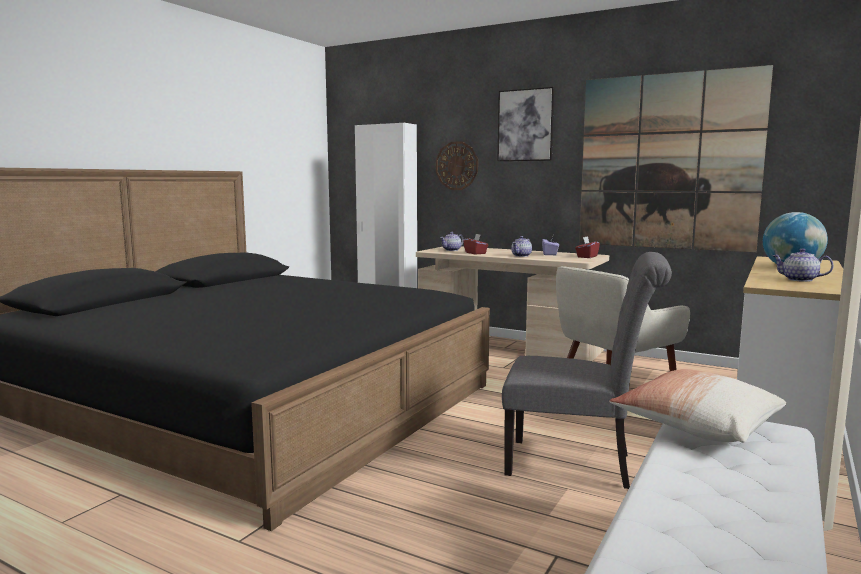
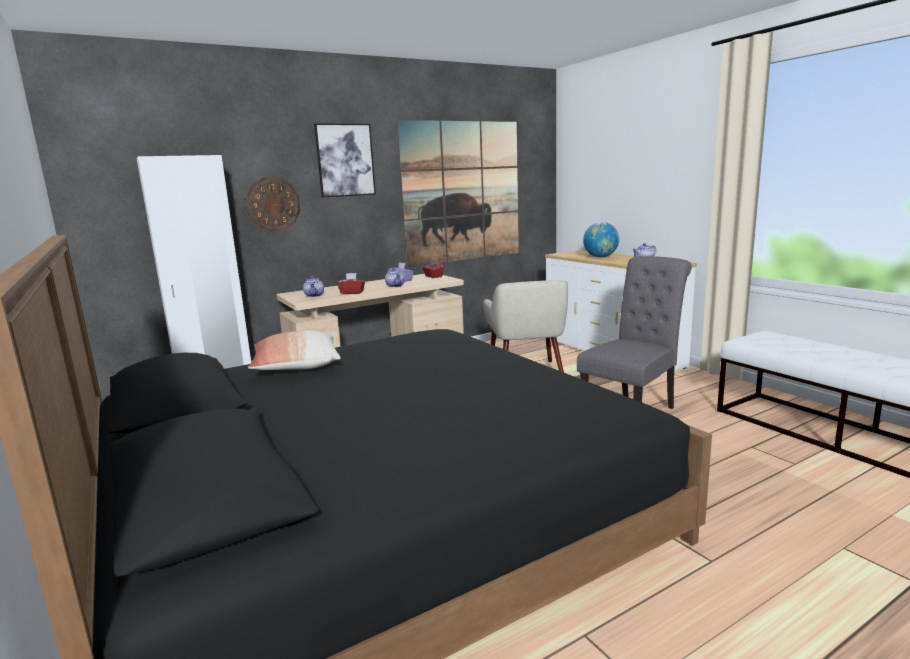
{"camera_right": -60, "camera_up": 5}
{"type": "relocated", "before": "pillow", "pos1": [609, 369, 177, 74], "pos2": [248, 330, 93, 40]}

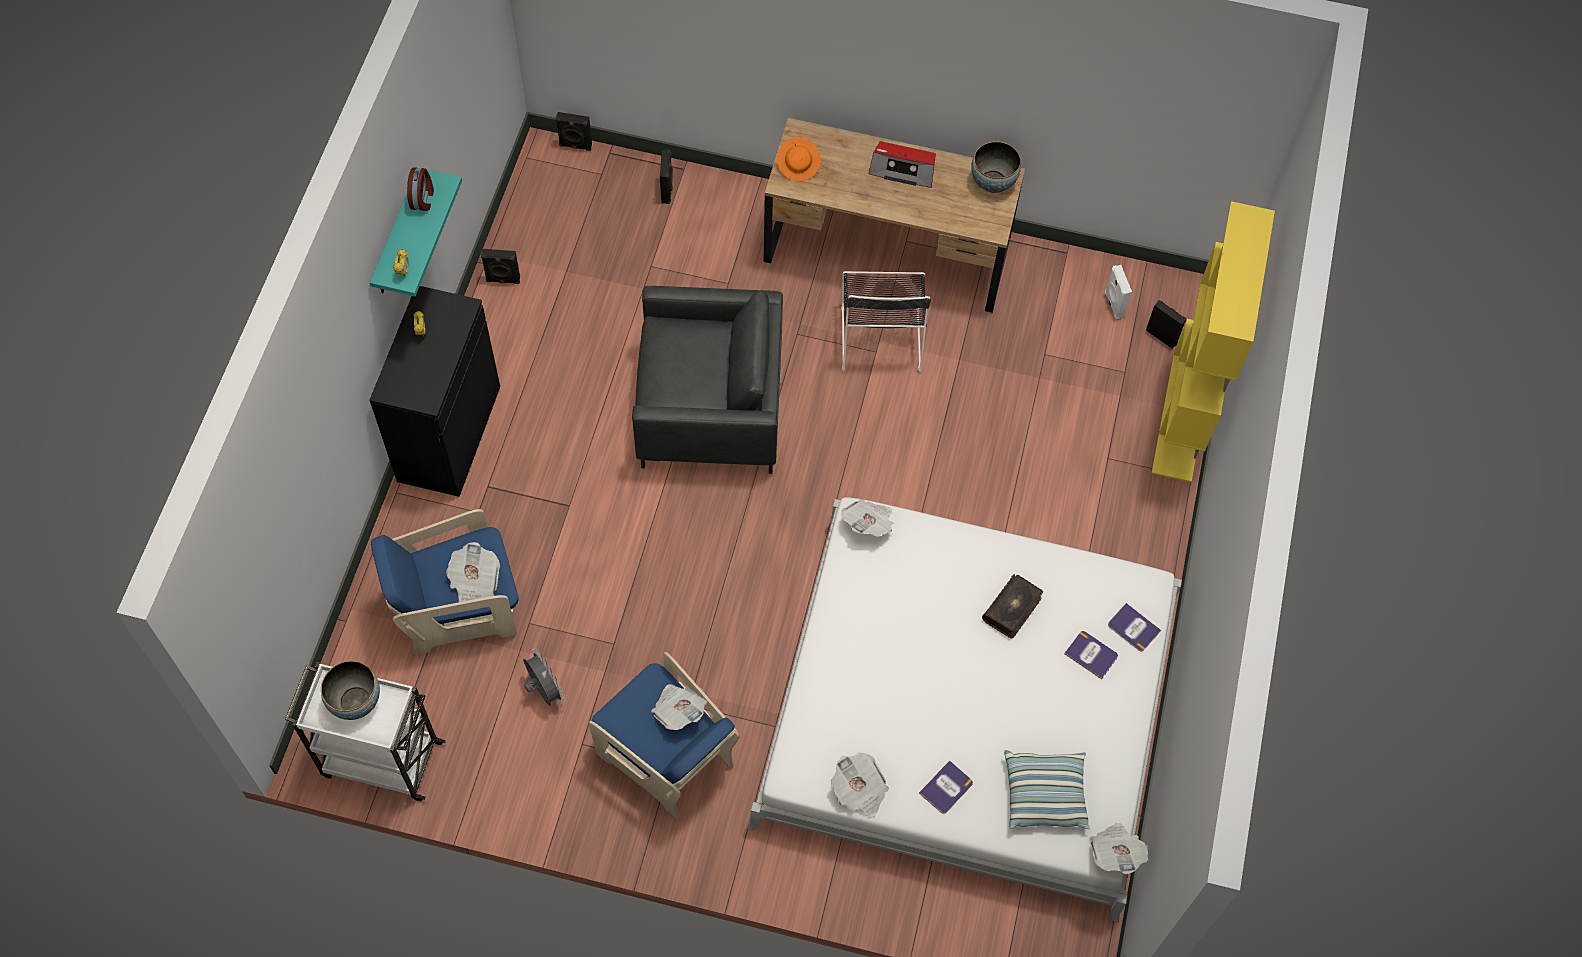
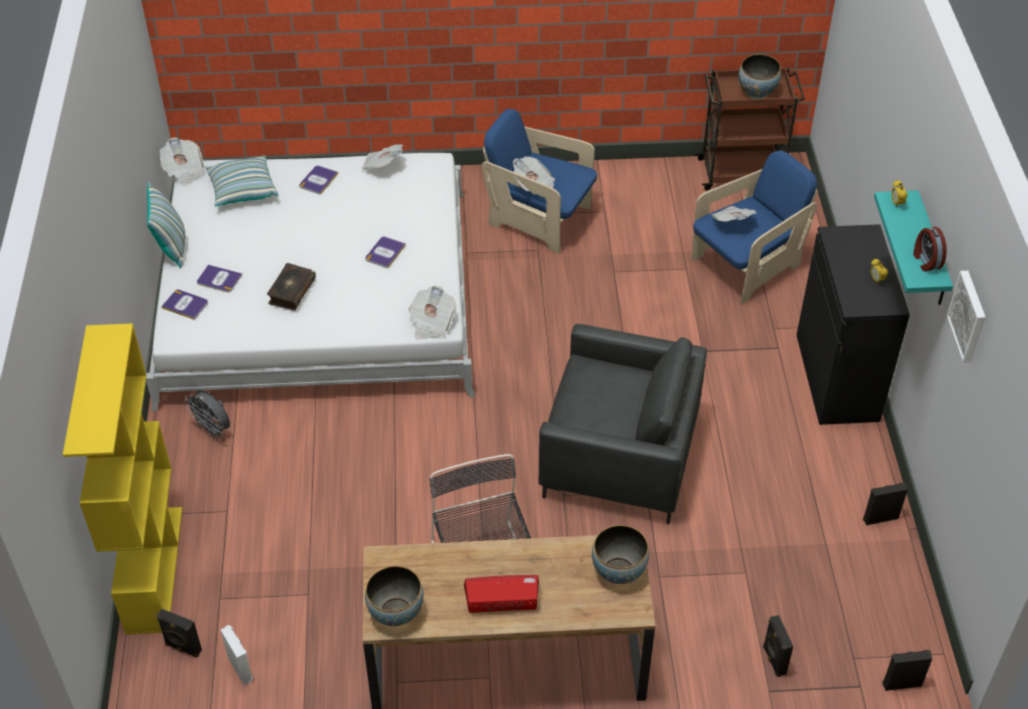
{"camera_right": 165, "camera_up": -15}
{"type": "colour", "before": "wheeled cart in white-coloured", "after": "wheeled cart in brownish", "pos1": [285, 662, 161, 139], "pos2": [695, 67, 110, 124]}
{"type": "relocated", "before": "electric fan in grey", "pos1": [523, 649, 43, 57], "pos2": [184, 390, 46, 49]}
{"type": "spun", "before": "armchair in grey", "pos1": [632, 286, 151, 188], "pos2": [539, 324, 168, 200], "turn": -150}
{"type": "exchanged", "before": "hat in orangey", "after": "deep dish", "pos1": [777, 137, 44, 44], "pos2": [592, 525, 57, 59]}
{"type": "appeared", "after": "pillow", "pos2": [147, 182, 38, 86]}
{"type": "appeared", "after": "bound book", "pos2": [365, 236, 41, 32]}
{"type": "appeared", "after": "wall art", "pos2": [947, 271, 39, 92]}

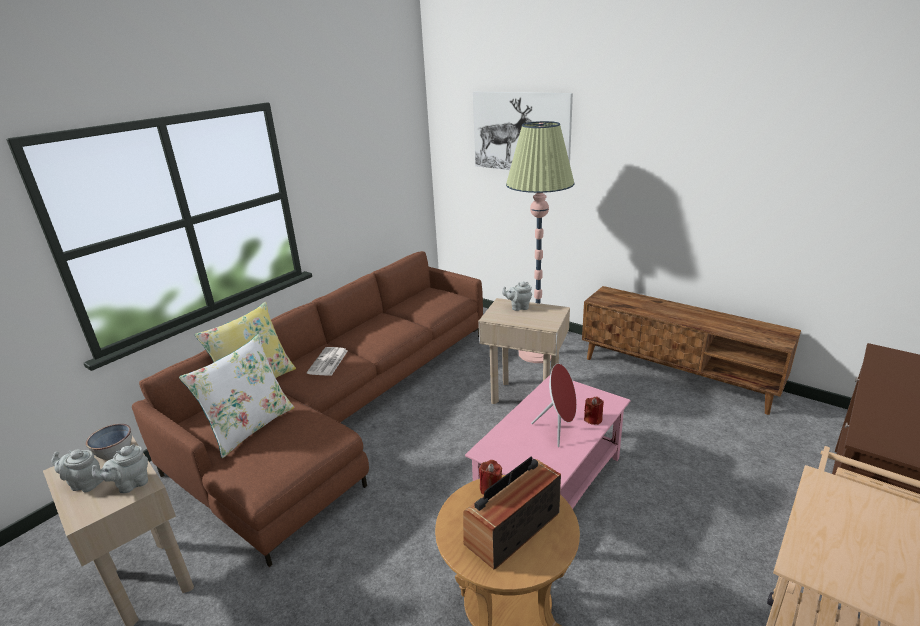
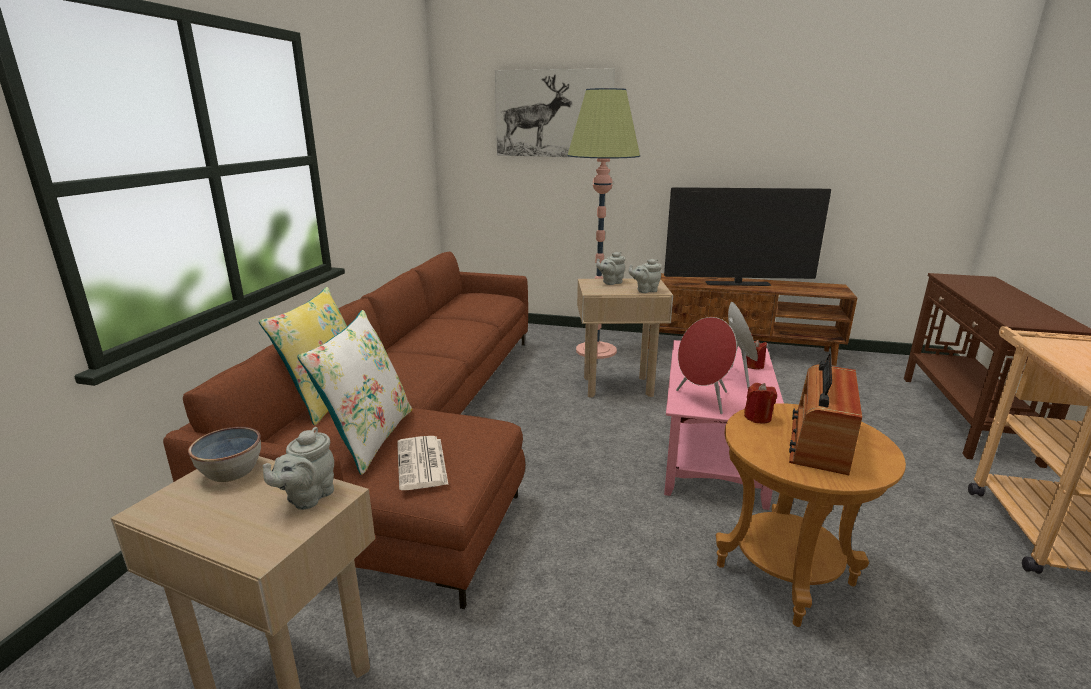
{"camera_right": -25, "camera_up": -5}
{"type": "relocated", "before": "teapot in grey", "pos1": [51, 449, 52, 43], "pos2": [629, 259, 33, 34]}
{"type": "relocated", "before": "newspaper", "pos1": [307, 347, 41, 29], "pos2": [397, 436, 51, 54]}
{"type": "appeared", "after": "television", "pos2": [664, 187, 167, 99]}
{"type": "appeared", "after": "speaker in red-coloured", "pos2": [676, 317, 61, 97]}

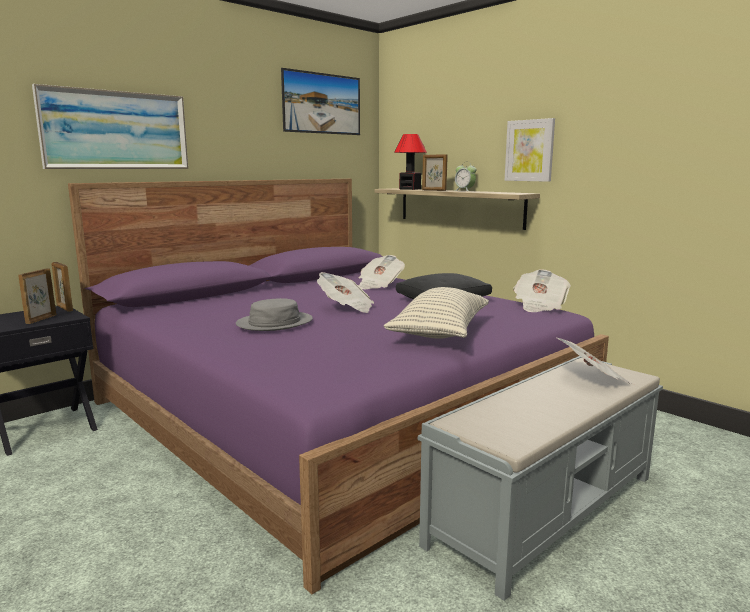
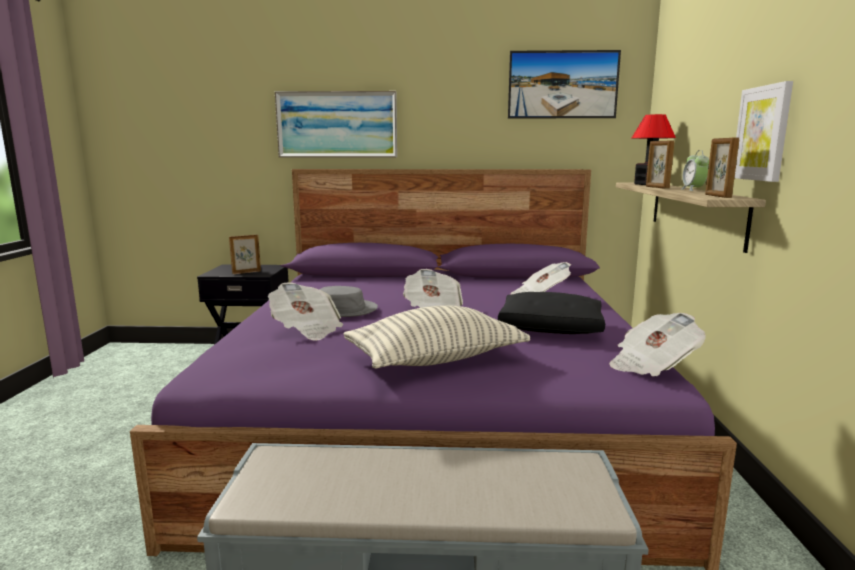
{"camera_right": 45, "camera_up": 0}
{"type": "relocated", "before": "photo frame", "pos1": [52, 262, 21, 50], "pos2": [705, 137, 35, 61]}
{"type": "relocated", "before": "newspaper", "pos1": [555, 337, 78, 47], "pos2": [268, 282, 75, 59]}

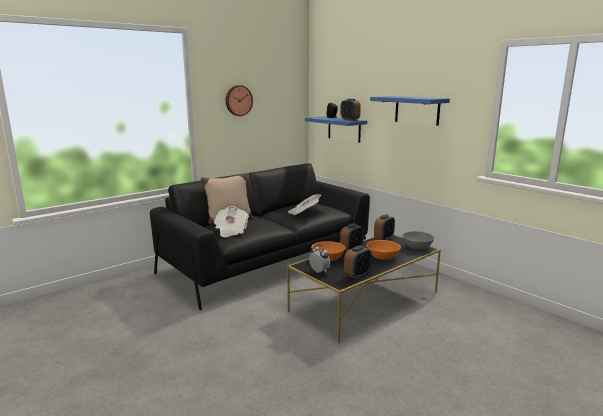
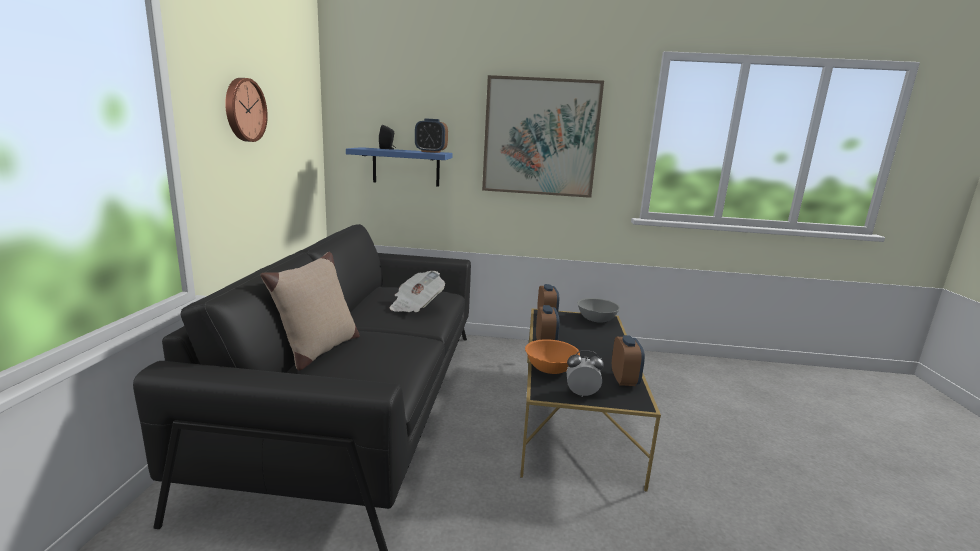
{"camera_right": -45, "camera_up": 0}
{"type": "missing", "before": "newspaper", "pos1": [214, 206, 35, 31]}
{"type": "missing", "before": "deep dish in orangey", "pos1": [367, 240, 34, 20]}
{"type": "exchanged", "before": "shelf in blue-coloured", "after": "wall art", "pos1": [370, 96, 80, 30], "pos2": [482, 75, 122, 123]}

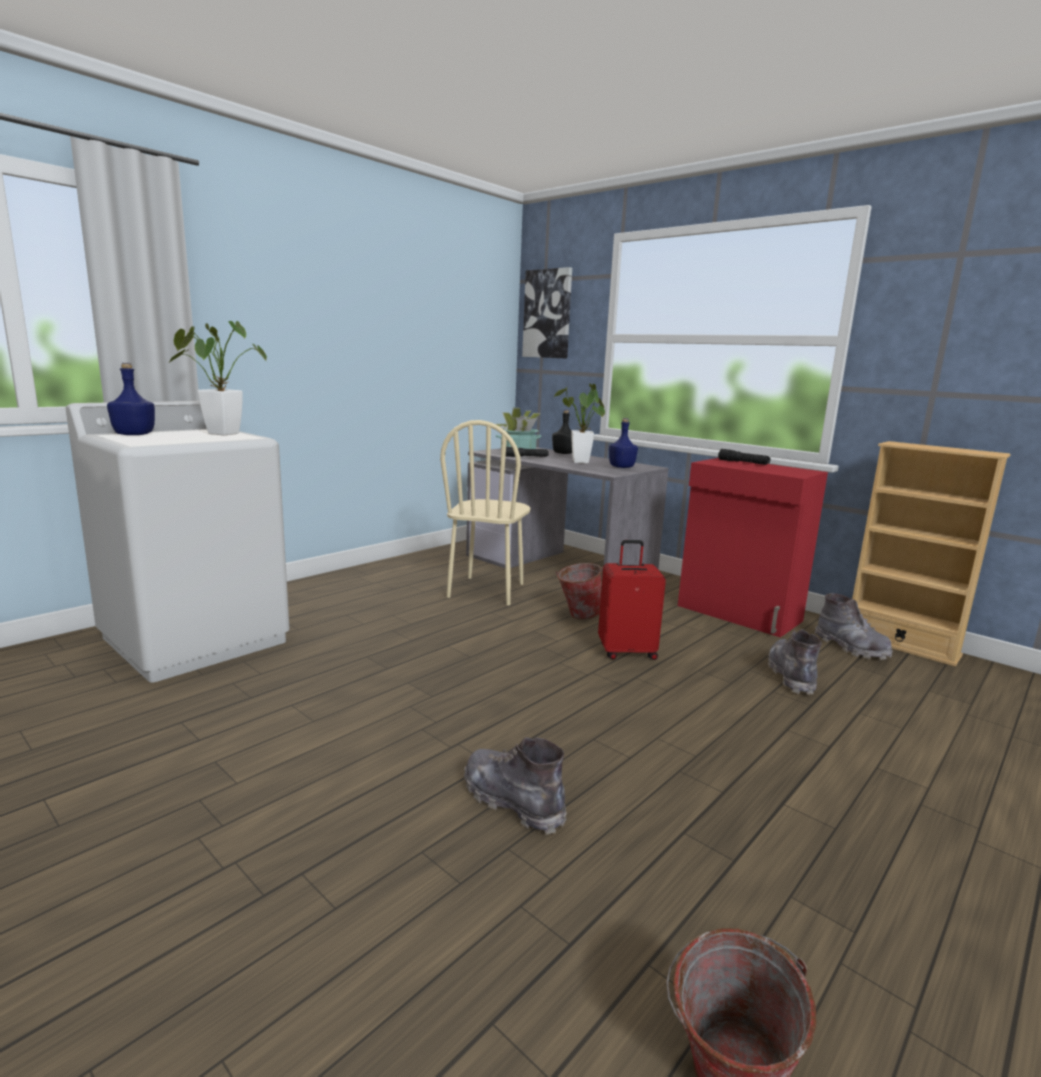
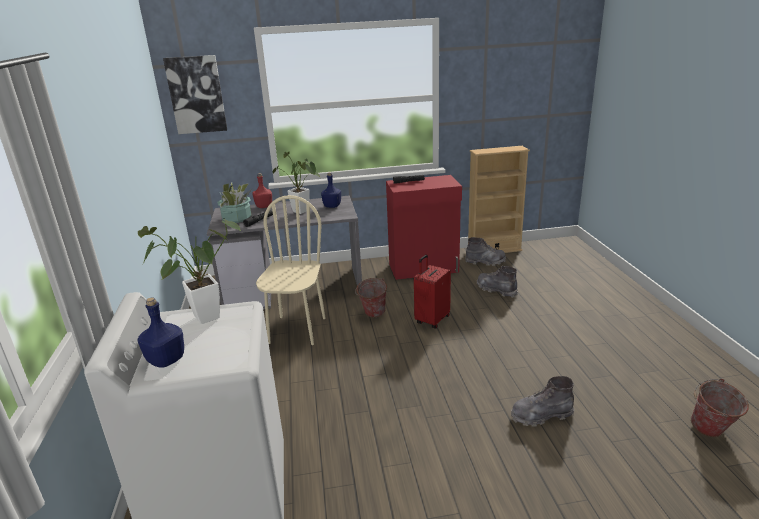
{"camera_right": -50, "camera_up": 10}
{"type": "spun", "before": "upright chair in beige-coloured", "pos1": [440, 420, 91, 185], "pos2": [256, 195, 70, 150], "turn": -135}
{"type": "colour", "before": "beverage bottle in blackish", "after": "beverage bottle in red-coloured", "pos1": [552, 410, 20, 44], "pos2": [252, 173, 20, 35]}

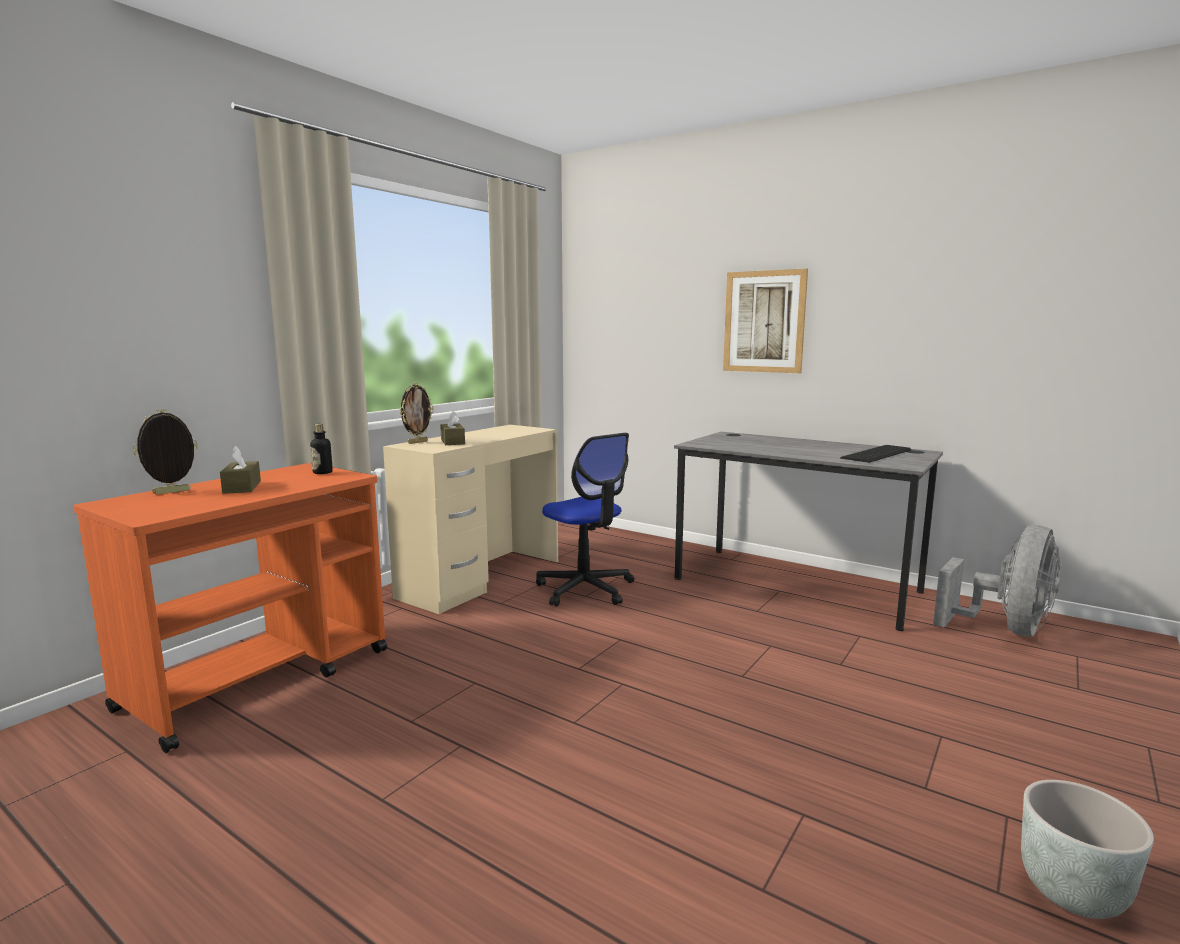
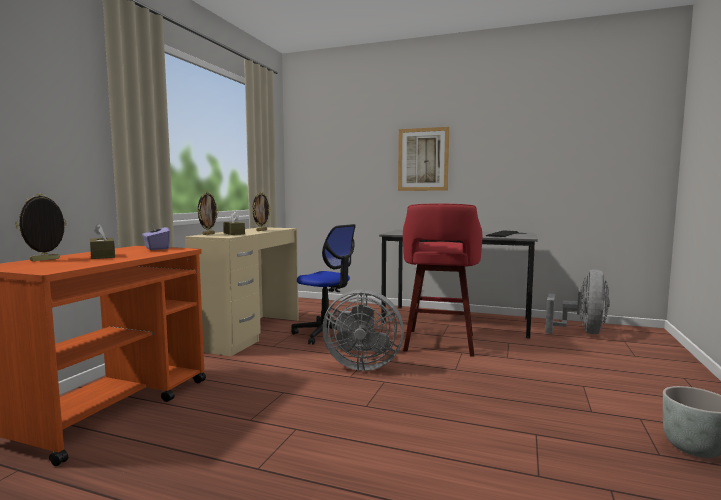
{"camera_right": -15, "camera_up": -5}
{"type": "exchanged", "before": "beverage bottle", "after": "tissue holder in purple", "pos1": [310, 424, 23, 50], "pos2": [142, 222, 28, 28]}
{"type": "appeared", "after": "photo frame", "pos2": [252, 192, 19, 39]}
{"type": "appeared", "after": "electric fan in grey", "pos2": [322, 289, 82, 82]}
{"type": "appeared", "after": "stool in red-coloured", "pos2": [403, 203, 79, 154]}

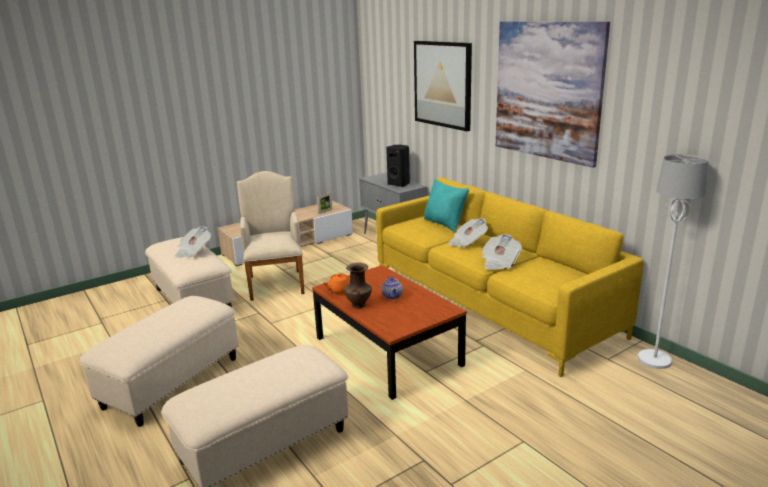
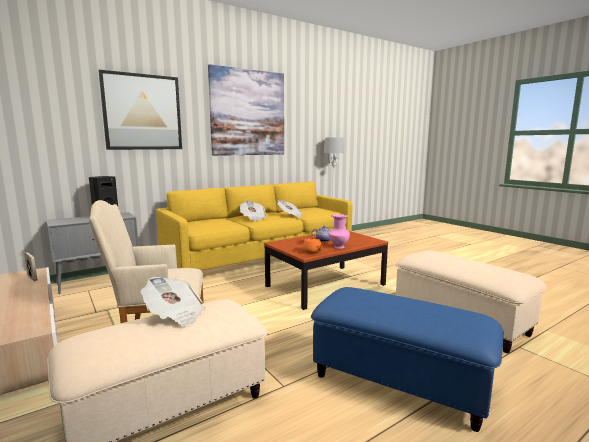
{"camera_right": -90, "camera_up": -10}
{"type": "colour", "before": "pouffe in beige-coloured", "after": "pouffe in blue-coloured", "pos1": [79, 296, 160, 131], "pos2": [311, 287, 193, 145]}
{"type": "colour", "before": "flower vase in brownish", "after": "flower vase in pinkish", "pos1": [344, 262, 28, 47], "pos2": [328, 214, 22, 35]}
{"type": "missing", "before": "pillow in turquoise-coloured", "pos1": [424, 179, 45, 53]}

